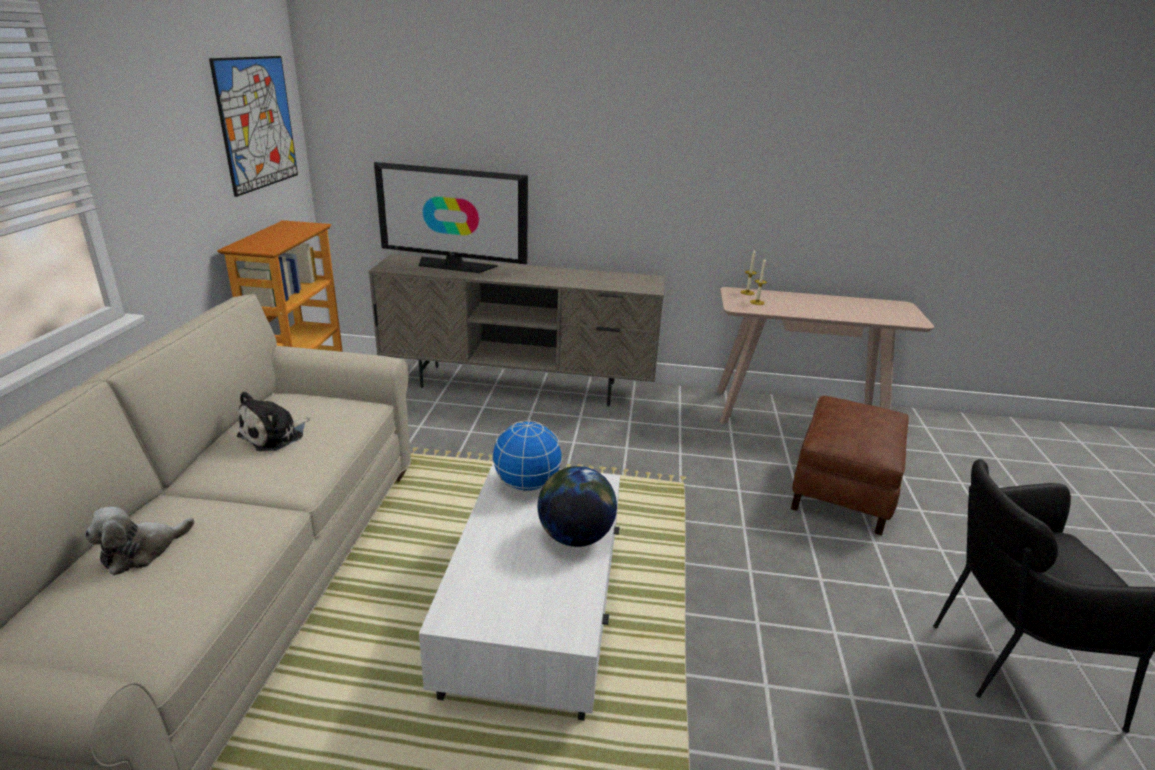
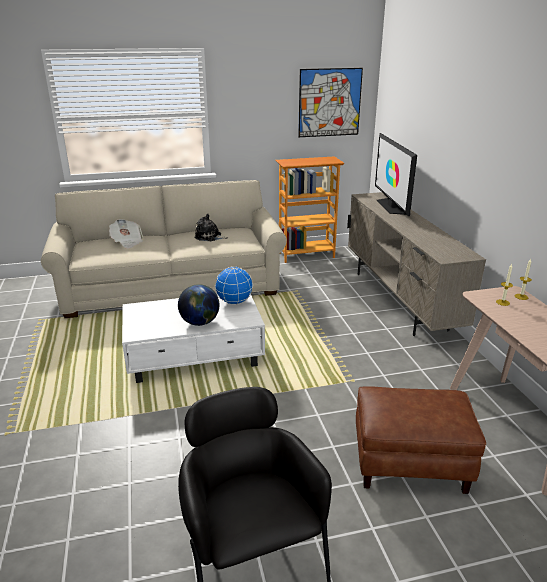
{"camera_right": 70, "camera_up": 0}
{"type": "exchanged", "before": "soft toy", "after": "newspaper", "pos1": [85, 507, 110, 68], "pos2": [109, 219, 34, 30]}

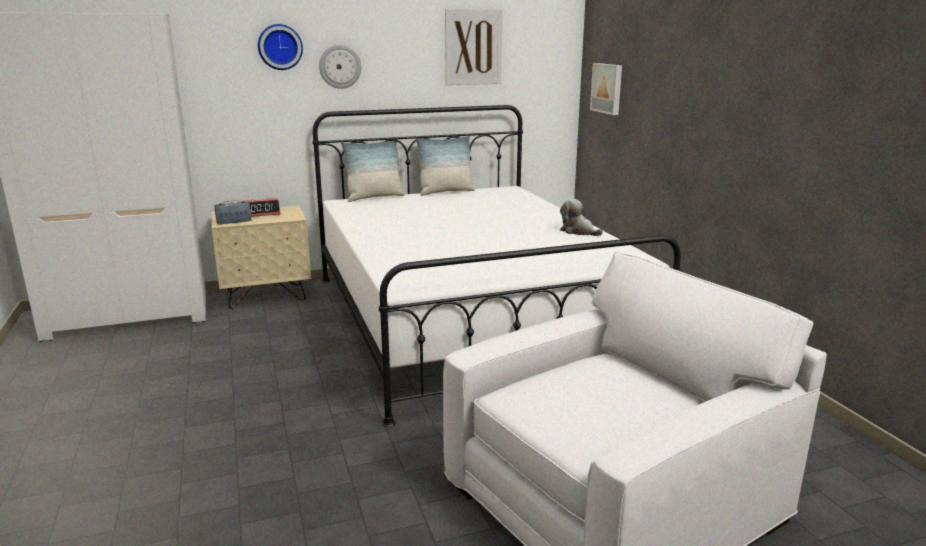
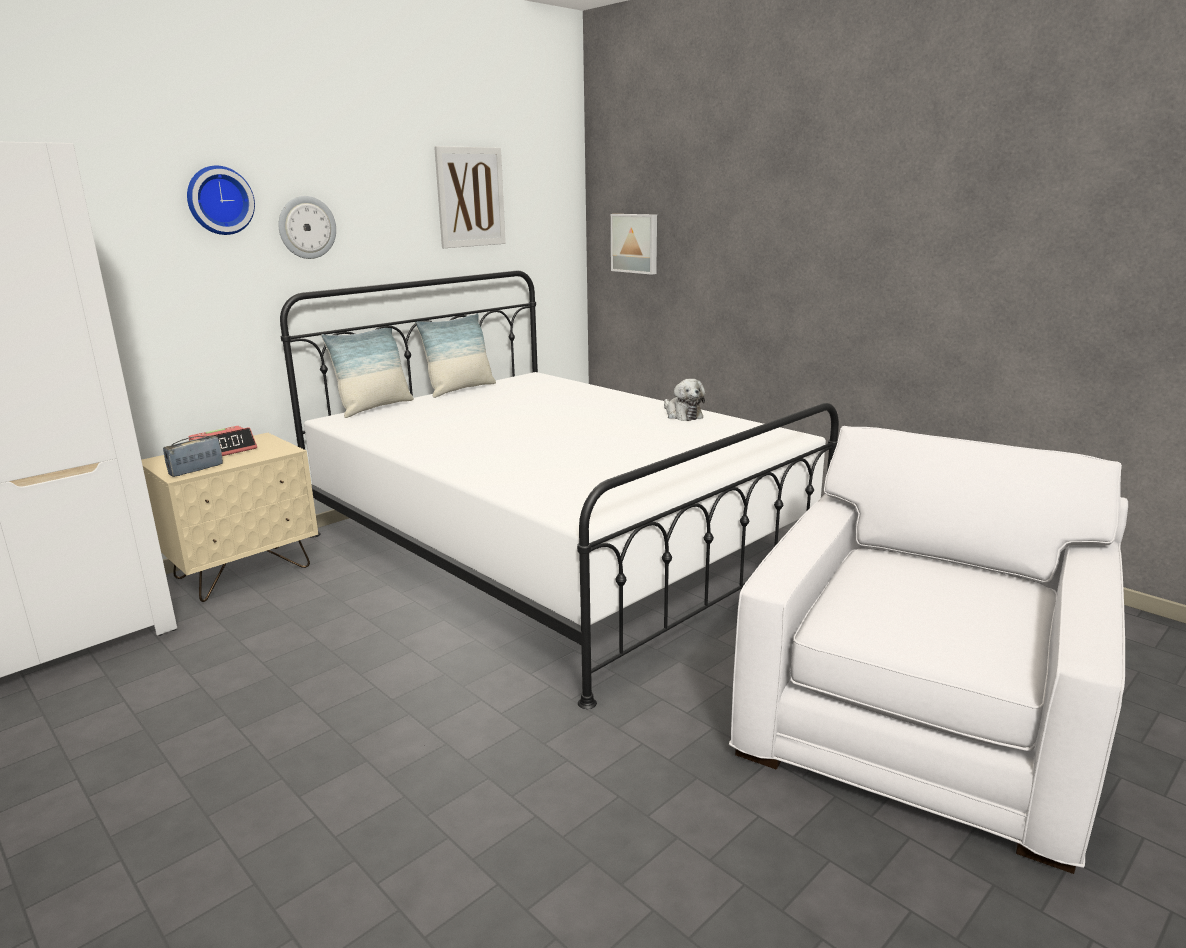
{"camera_right": -25, "camera_up": 0}
{"type": "spun", "before": "soft toy", "pos1": [560, 199, 43, 37], "pos2": [664, 379, 41, 42], "turn": -135}

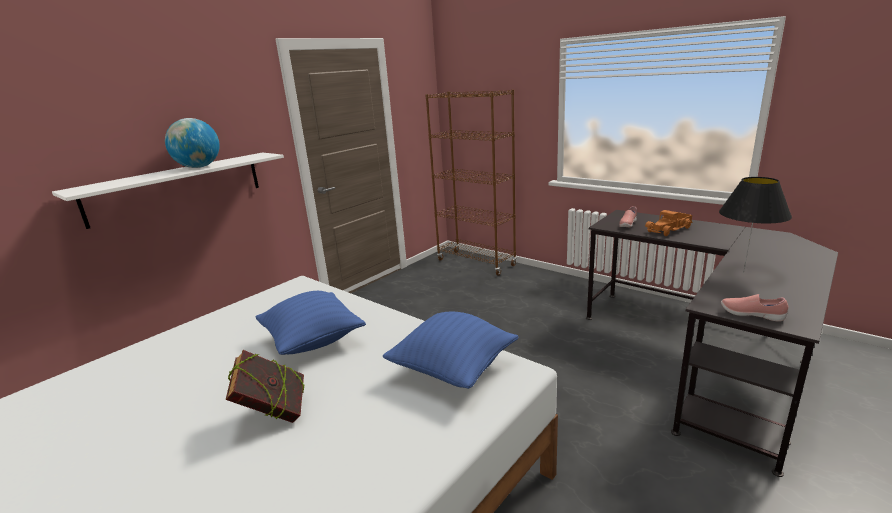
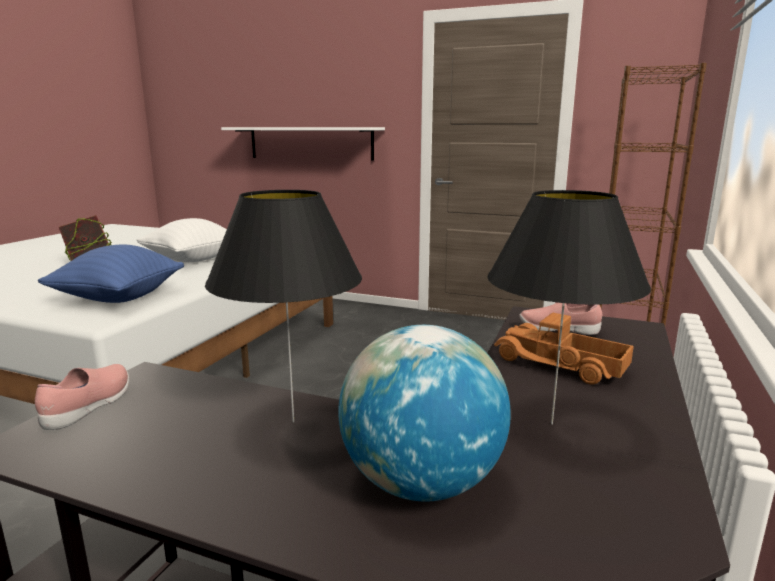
{"camera_right": 70, "camera_up": -5}
{"type": "relocated", "before": "globe", "pos1": [165, 118, 55, 50], "pos2": [338, 325, 173, 177]}
{"type": "colour", "before": "pillow in blue-coloured", "after": "pillow in white-coloured", "pos1": [255, 291, 111, 64], "pos2": [136, 218, 91, 44]}
{"type": "appeared", "after": "tabletop lamp in blackish", "pos2": [487, 190, 164, 235]}

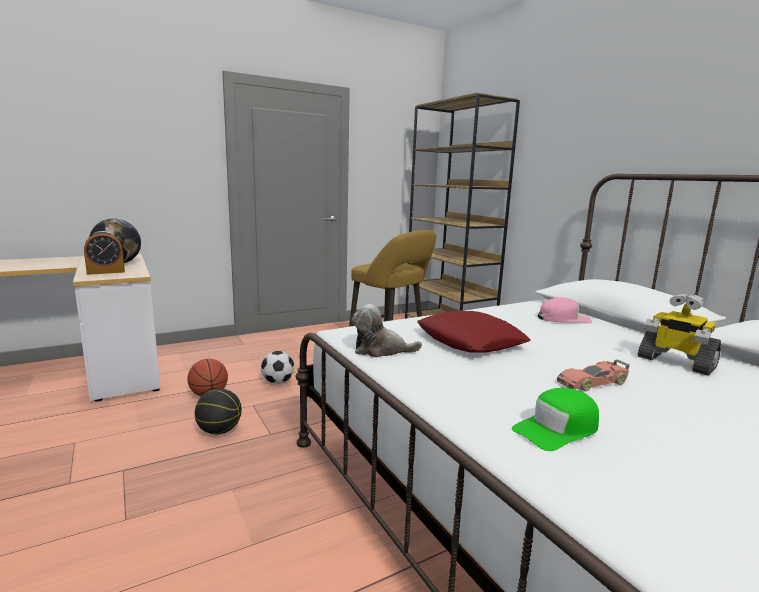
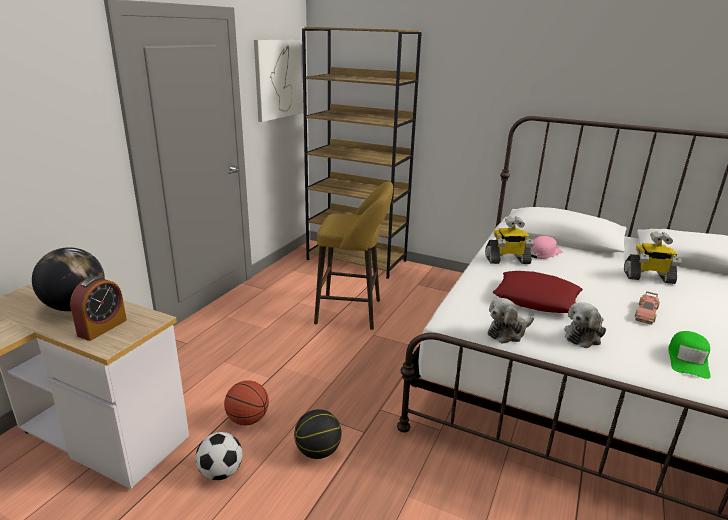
{"camera_right": -35, "camera_up": 10}
{"type": "relocated", "before": "football", "pos1": [261, 351, 33, 33], "pos2": [195, 432, 48, 48]}
{"type": "appeared", "after": "wall art", "pos2": [254, 39, 48, 83]}
{"type": "appeared", "after": "model robot", "pos2": [485, 216, 49, 48]}
{"type": "appeared", "after": "soft toy", "pos2": [564, 302, 42, 46]}

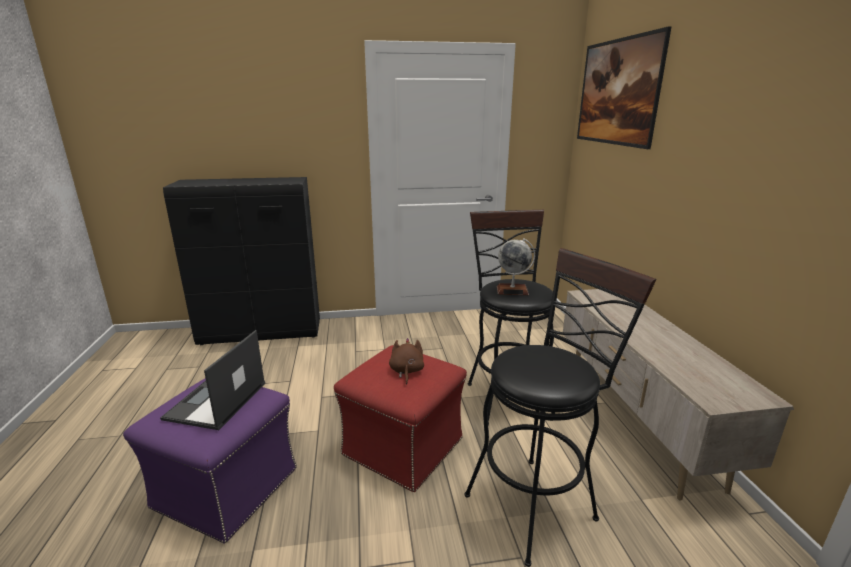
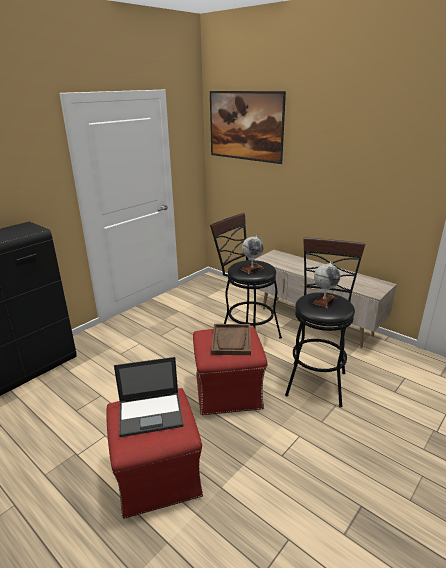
{"camera_right": -40, "camera_up": 5}
{"type": "colour", "before": "pouffe in purple", "after": "pouffe in red-coloured", "pos1": [123, 378, 174, 166], "pos2": [106, 388, 97, 131]}
{"type": "spun", "before": "notebook computer", "pos1": [160, 330, 105, 100], "pos2": [114, 357, 70, 80], "turn": -75}
{"type": "exchanged", "before": "soft toy in brownish", "after": "serving tray in brownish", "pos1": [389, 338, 35, 46], "pos2": [211, 324, 40, 31]}
{"type": "appeared", "after": "globe", "pos2": [312, 262, 28, 46]}

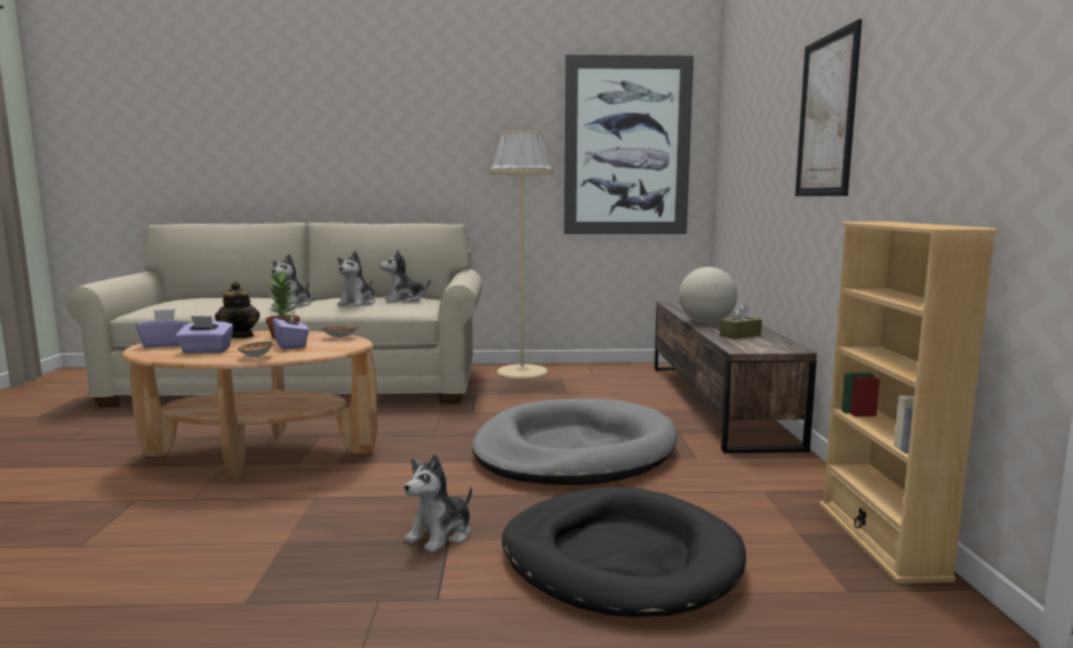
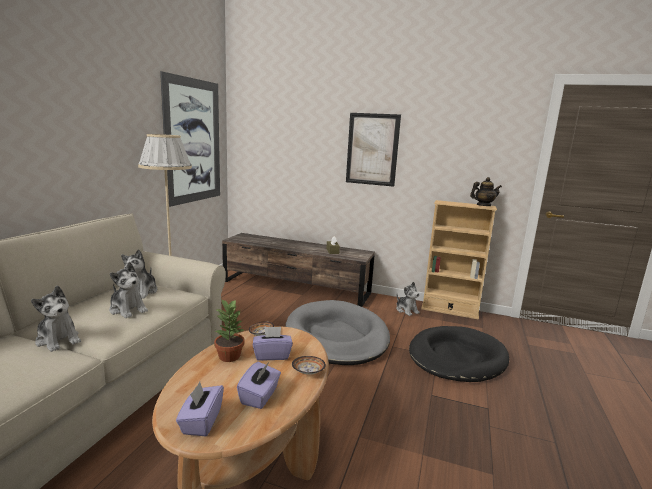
{"camera_right": -70, "camera_up": 5}
{"type": "relocated", "before": "teapot", "pos1": [215, 282, 45, 56], "pos2": [470, 177, 32, 29]}
{"type": "relocated", "before": "soft toy", "pos1": [404, 454, 68, 99], "pos2": [396, 282, 24, 34]}
{"type": "missing", "before": "globe", "pos1": [679, 267, 58, 57]}

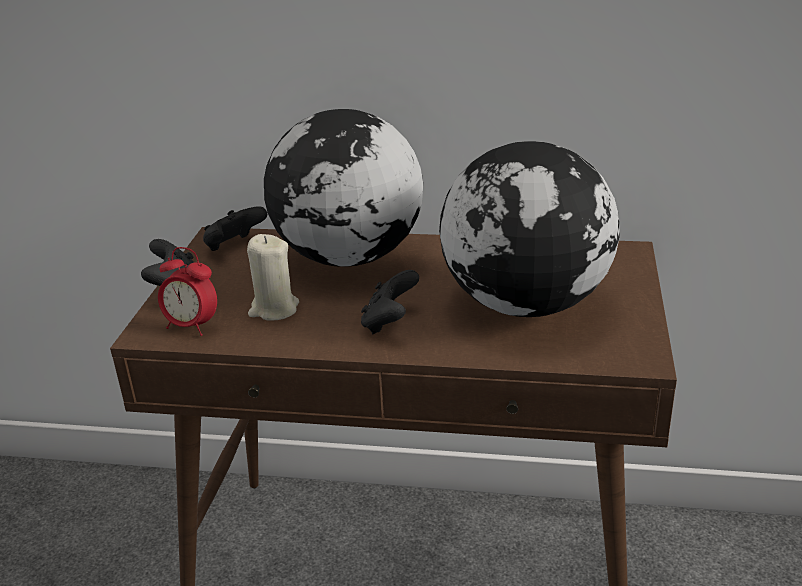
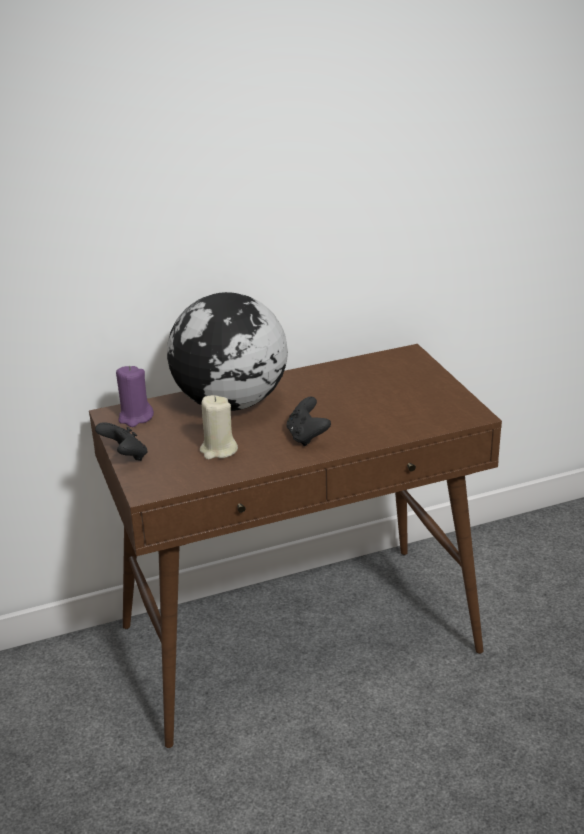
{"camera_right": -30, "camera_up": 0}
{"type": "missing", "before": "table clock", "pos1": [158, 247, 59, 89]}
{"type": "exchanged", "before": "game controller in blackish", "after": "wax light in purple", "pos1": [203, 206, 64, 45], "pos2": [116, 366, 38, 61]}
{"type": "missing", "before": "globe", "pos1": [439, 141, 181, 176]}

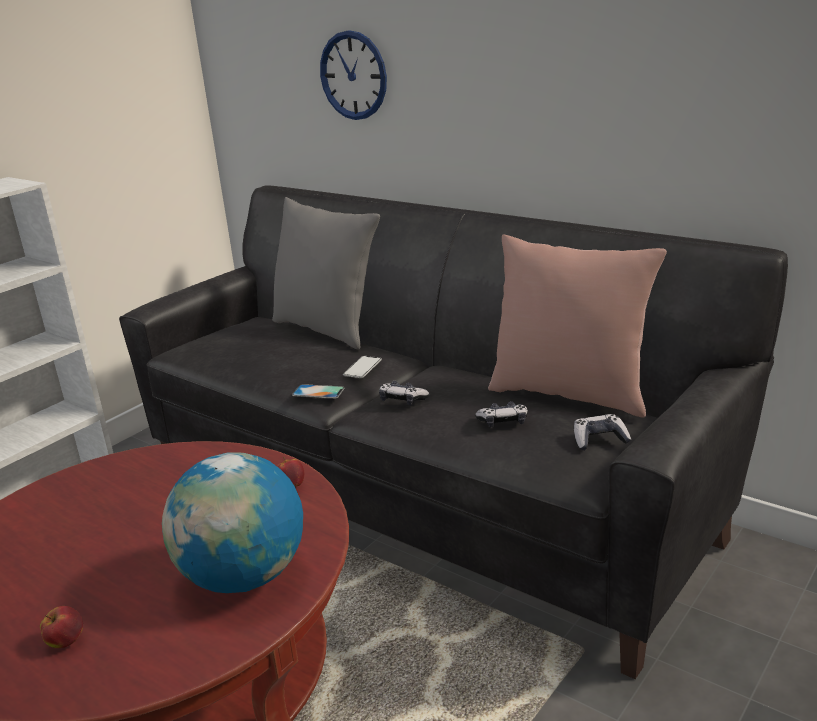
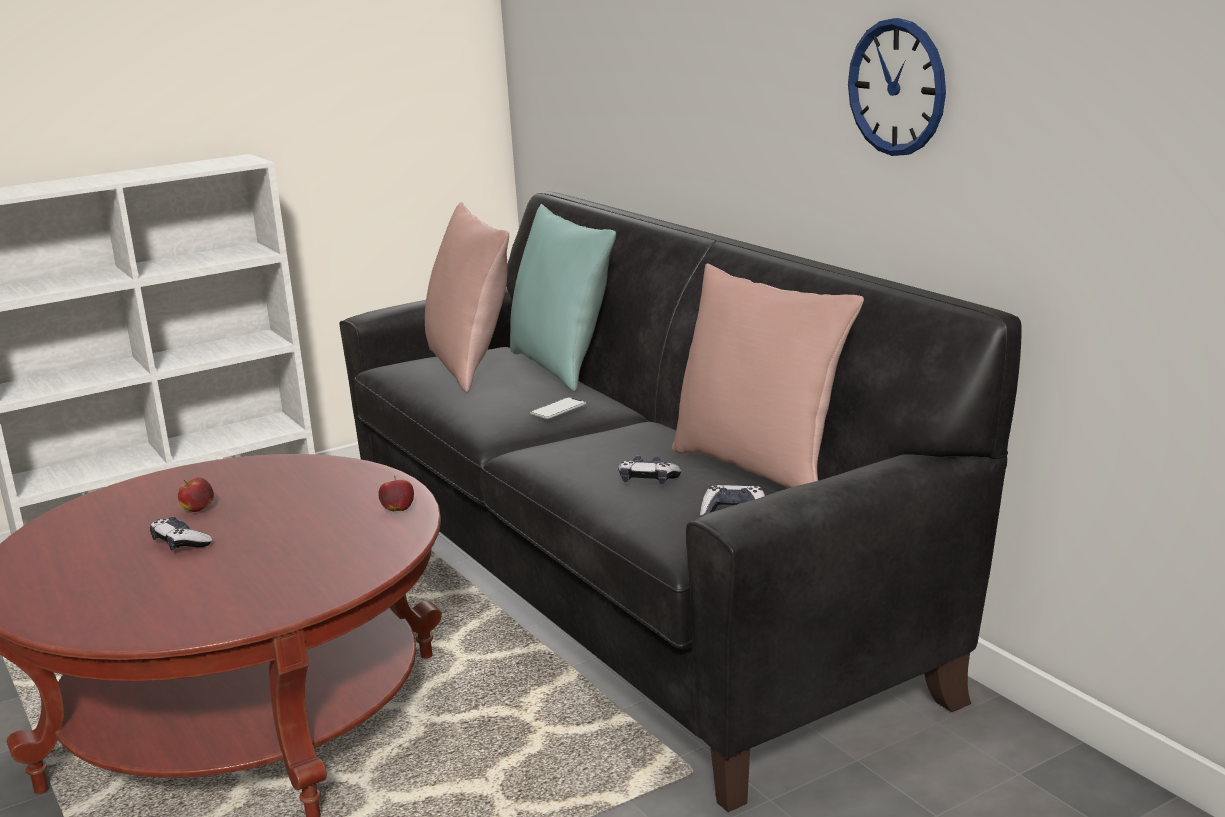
{"camera_right": 20, "camera_up": -5}
{"type": "relocated", "before": "whole apple", "pos1": [40, 606, 43, 42], "pos2": [178, 477, 36, 35]}
{"type": "missing", "before": "globe", "pos1": [162, 452, 141, 141]}
{"type": "colour", "before": "pillow in grey", "after": "pillow in turquoise-coloured", "pos1": [272, 197, 108, 153], "pos2": [510, 204, 106, 188]}
{"type": "missing", "before": "phone", "pos1": [292, 384, 53, 15]}
{"type": "relocated", "before": "hanging clock", "pos1": [320, 30, 67, 90], "pos2": [848, 18, 98, 138]}
{"type": "relocated", "before": "game controller", "pos1": [379, 381, 50, 24], "pos2": [150, 517, 62, 34]}
{"type": "appeared", "after": "pillow in pinkish", "pos2": [425, 202, 84, 190]}

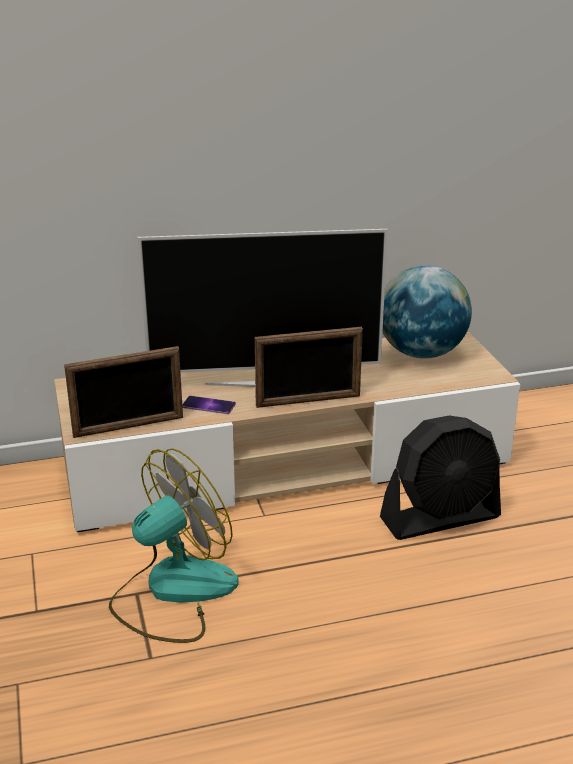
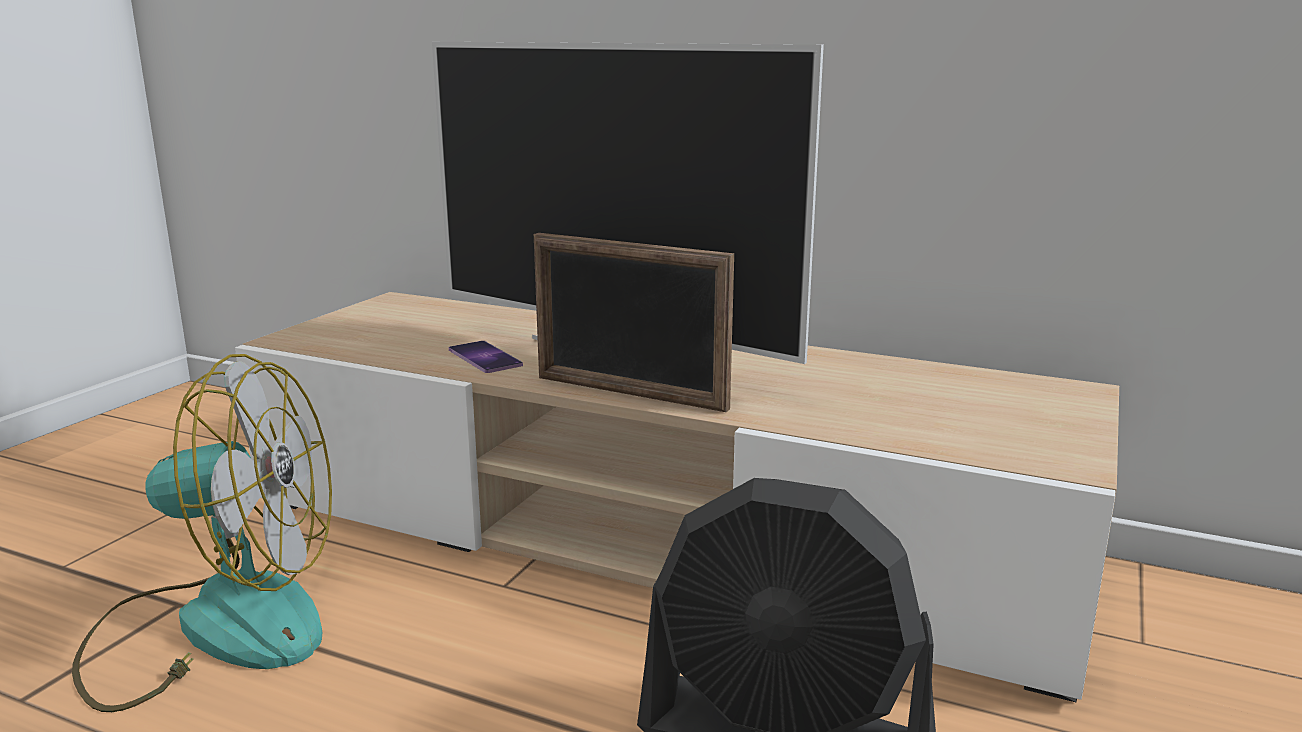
{"camera_right": 40, "camera_up": -10}
{"type": "missing", "before": "photo frame", "pos1": [64, 346, 119, 92]}
{"type": "missing", "before": "globe", "pos1": [383, 265, 89, 94]}

